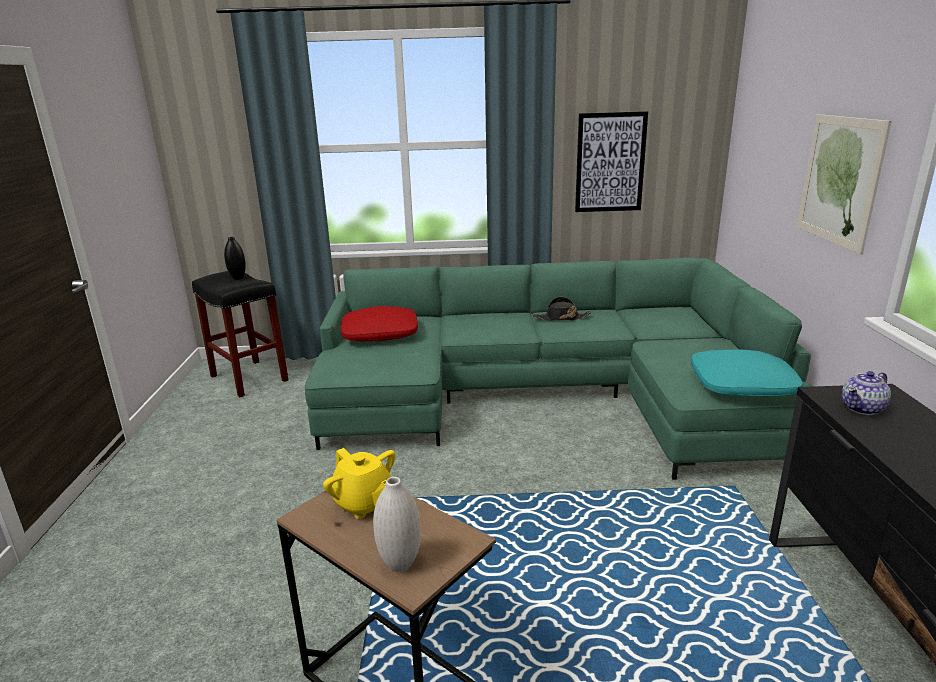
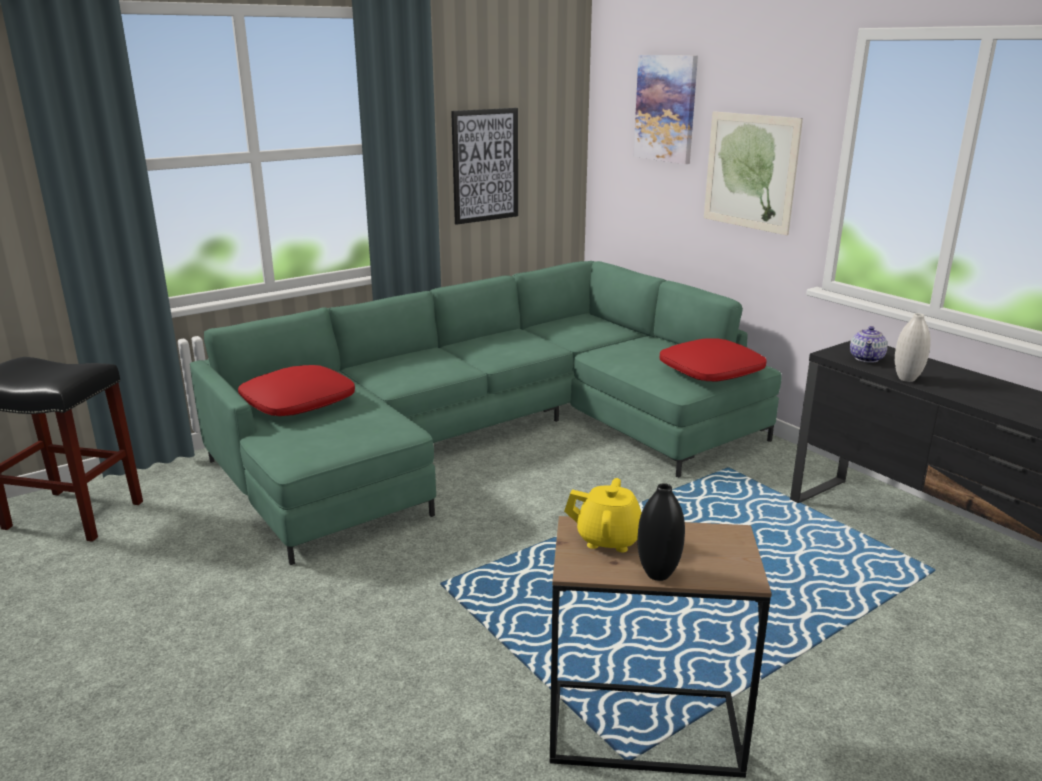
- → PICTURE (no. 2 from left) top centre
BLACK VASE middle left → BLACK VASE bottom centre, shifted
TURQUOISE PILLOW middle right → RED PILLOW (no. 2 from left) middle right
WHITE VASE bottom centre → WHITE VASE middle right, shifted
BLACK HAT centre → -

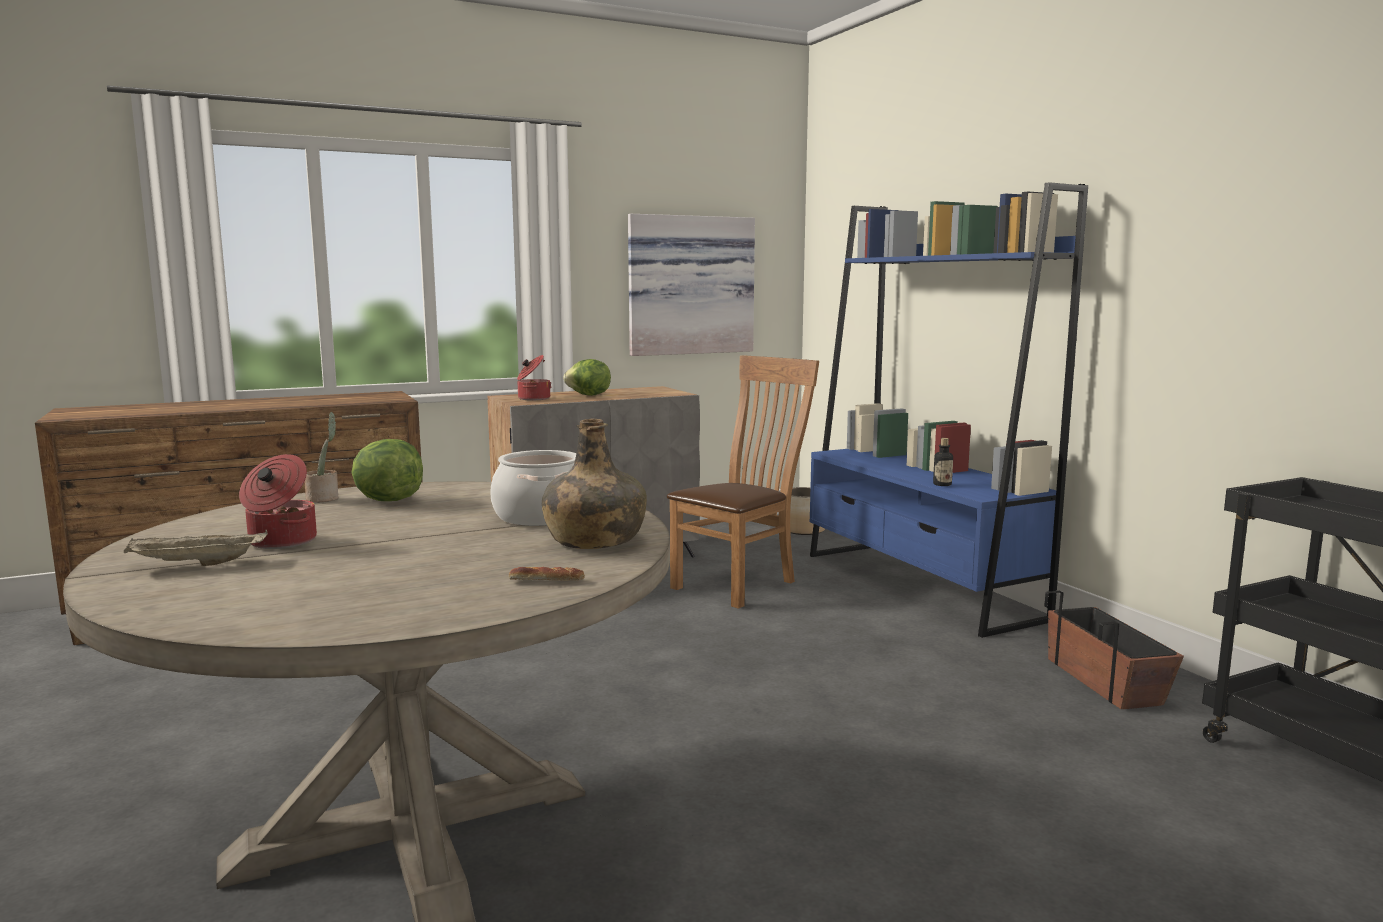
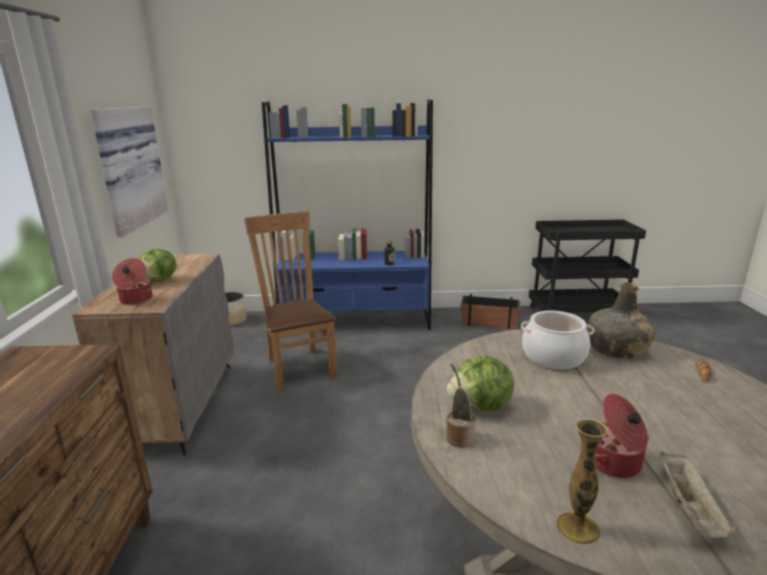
- → VASE bottom right

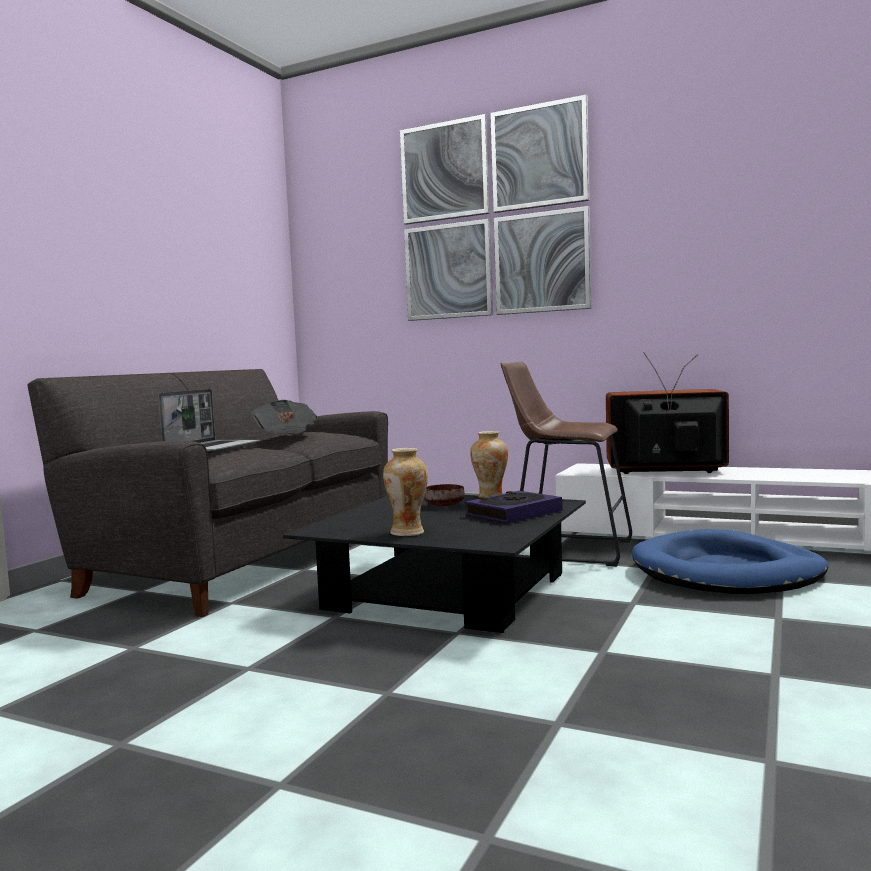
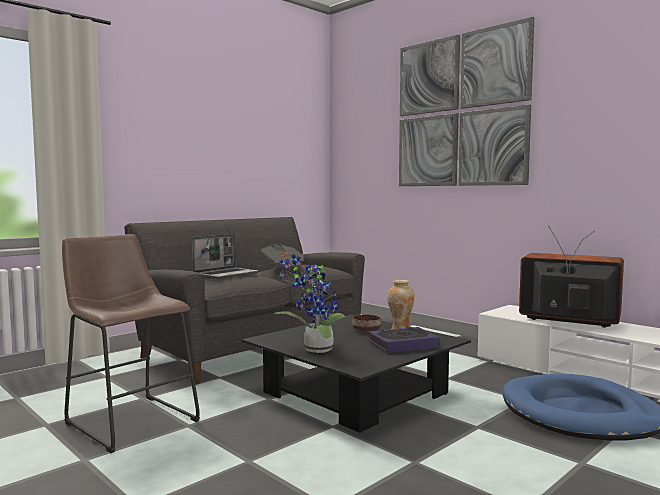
BROWN STOOL centre → BROWN STOOL bottom left, shifted
VASE (no. 1 from left) centre → POTTED PLANT centre

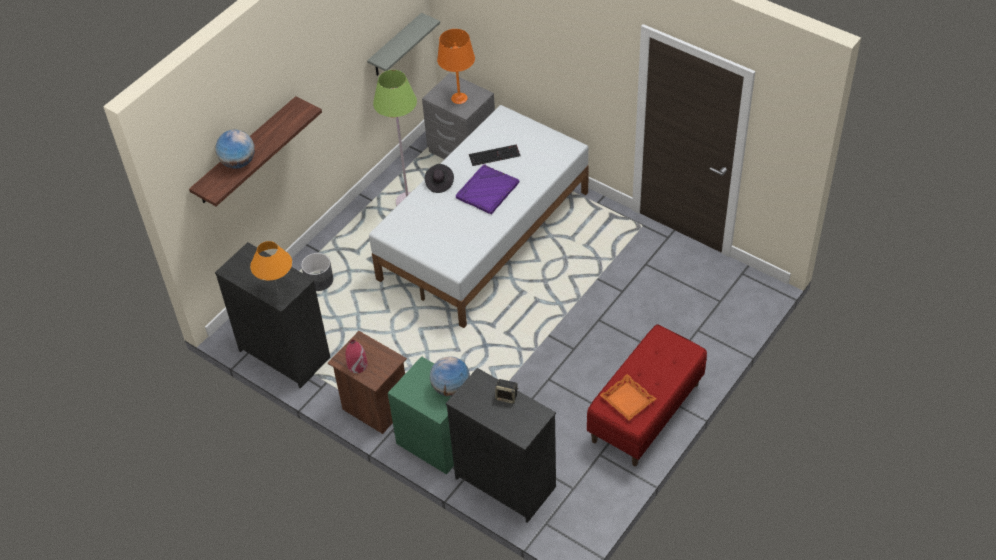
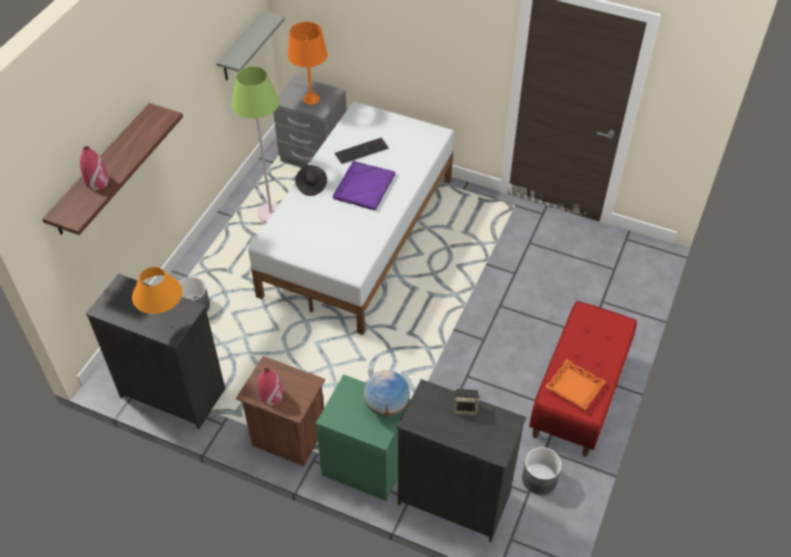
GLOBE (no. 1 from left) top left → RED VASE (no. 1 from left) top left
- → GREY PLANTER (no. 2 from left) bottom right

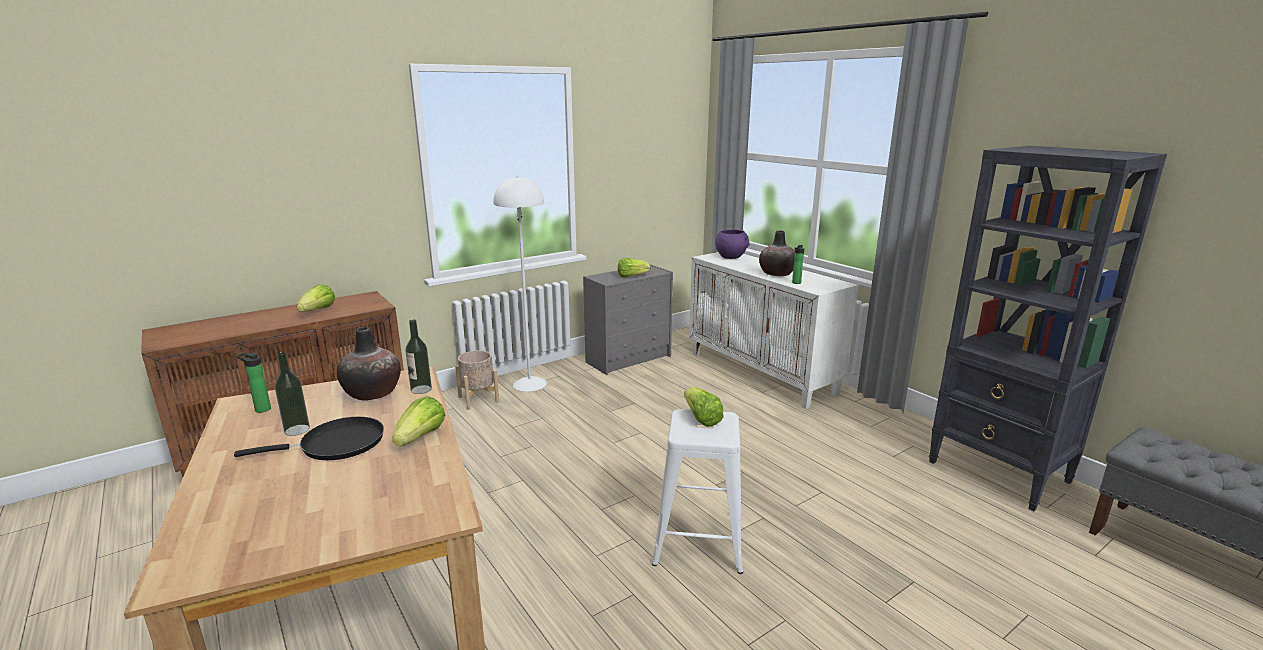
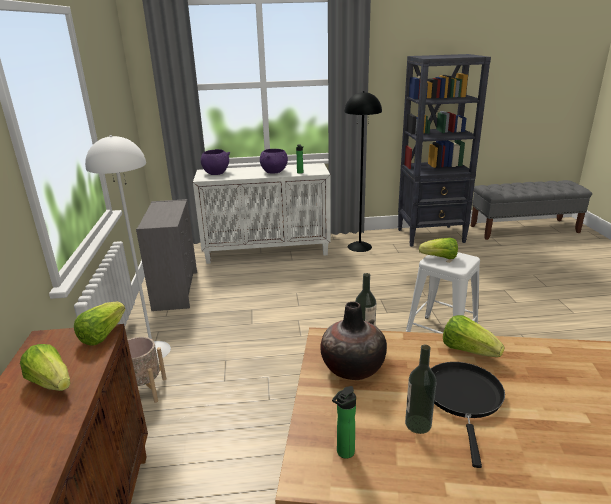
LETTUCE (no. 3 from left in the first image) centre → LETTUCE (no. 2 from left) middle left, shifted
VASE (no. 2 from left) centre → PURPLE BOWL (no. 2 from left) top centre
- → BLACK FLOOR LAMP centre

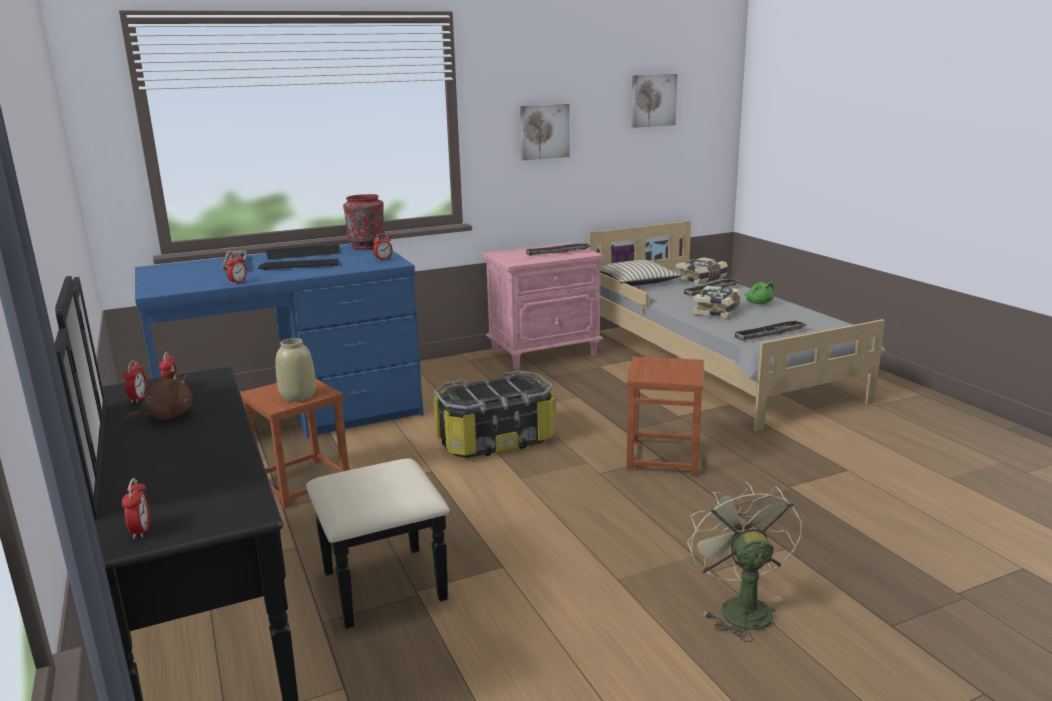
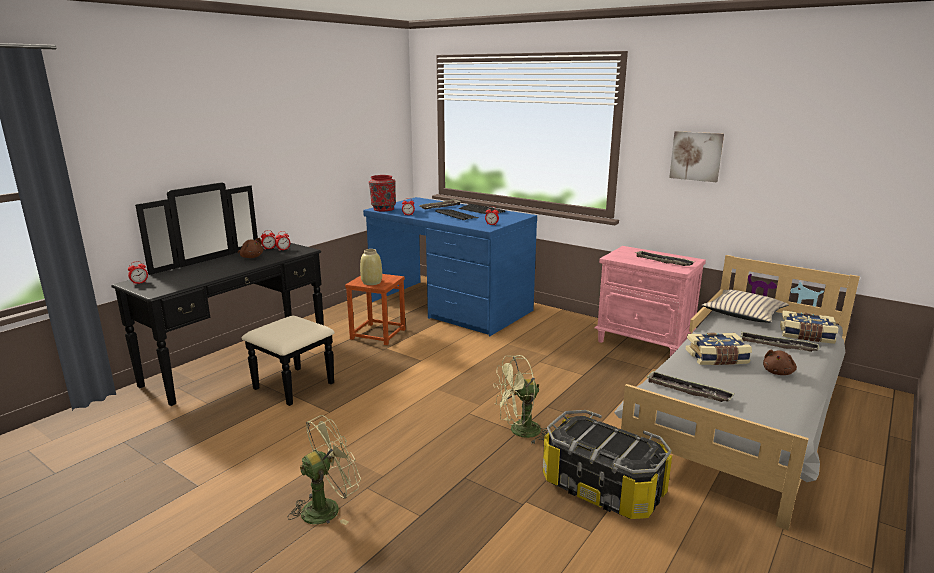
RED VASE top centre → RED VASE centre, shifted
BROWN STOOL (no. 2 from left) centre → GREEN FAN (no. 2 from left) bottom centre
STORAGE BOX centre → STORAGE BOX bottom centre, shifted
GREEN PLUSH TOY middle right → BROWN PLUSH TOY (no. 2 from left) middle right
PICTURE (no. 2 from left) top centre → -

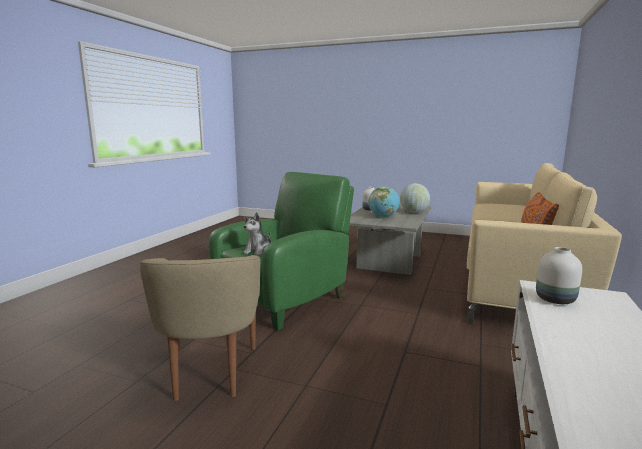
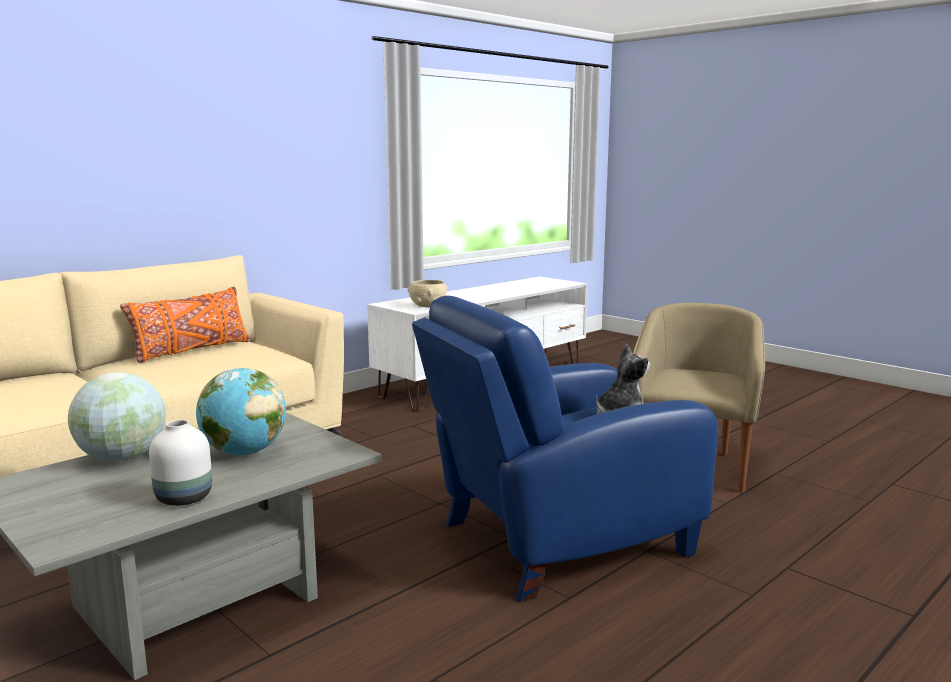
WHITE VASE (no. 2 from left) middle right → BEIGE BOWL centre
GREEN ARMCHAIR centre → BLUE ARMCHAIR centre

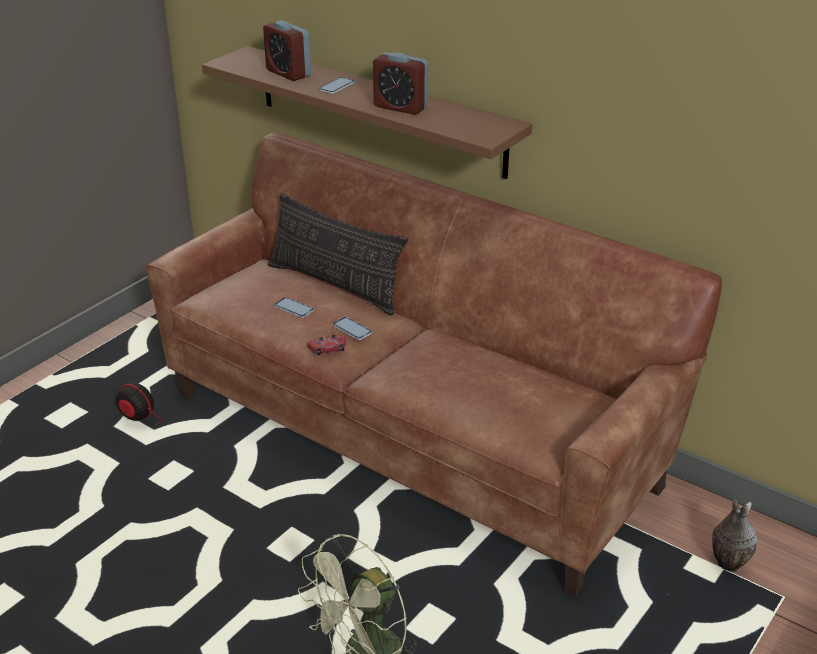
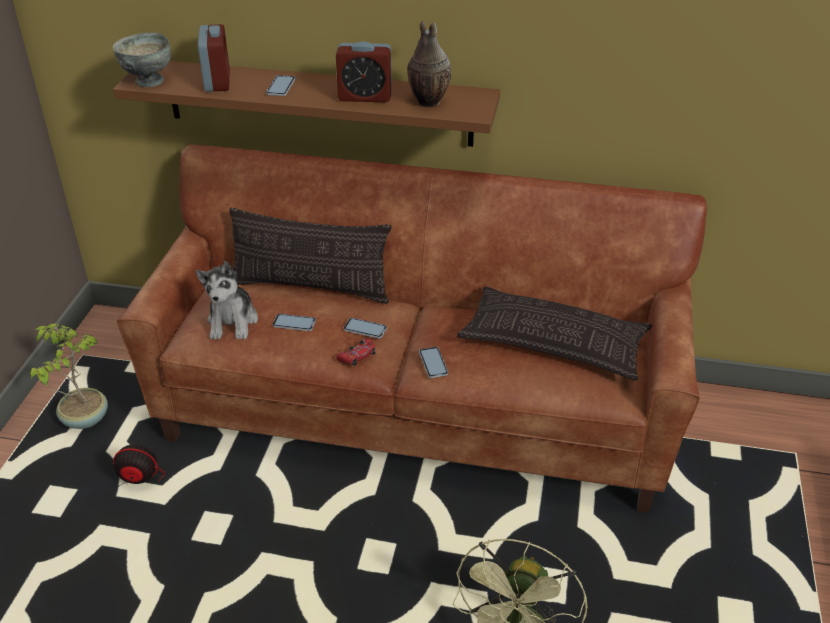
- → POTTED PLANT middle left
- → GREY BOWL top left
- → PLUSH TOY middle left
ALARM CLOCK (no. 1 from left) top centre → ALARM CLOCK (no. 1 from left) top left, 120 degrees counterclockwise
VASE bottom right → VASE top centre, shifted
- → PHONE (no. 4 from left) centre
- → PILLOW (no. 2 from left) middle right

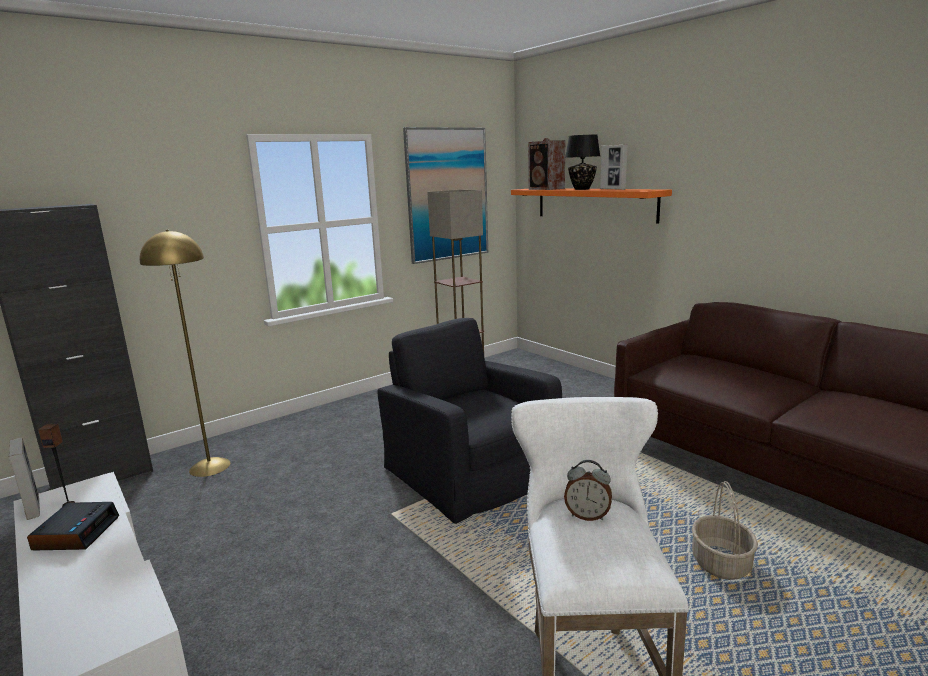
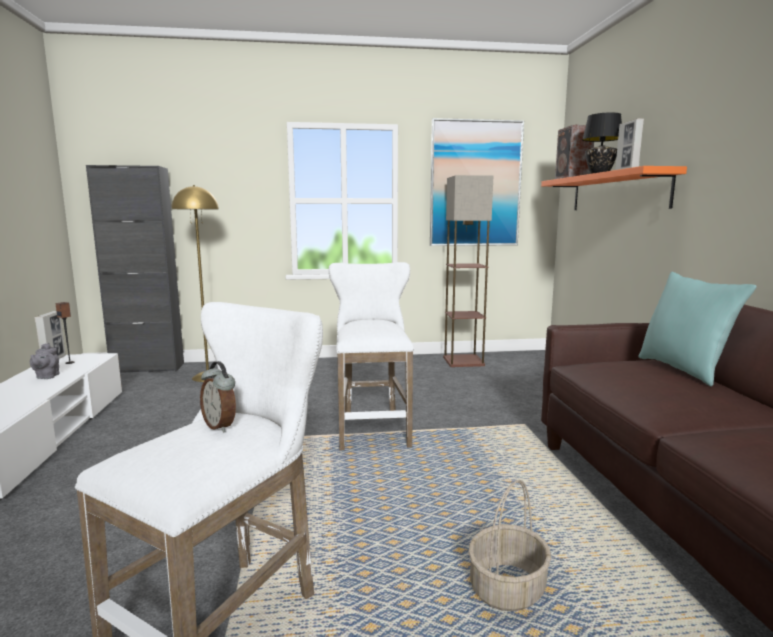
ALARM CLOCK (no. 1 from left) bottom left → GREY TEAPOT middle left
BLACK ARMCHAIR centre → WHITE STOOL (no. 2 from left) centre
- → TURQUOISE PILLOW middle right

